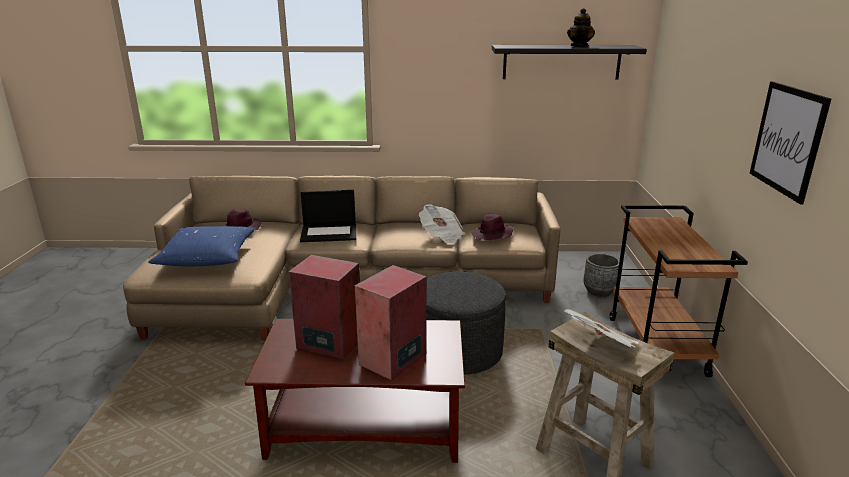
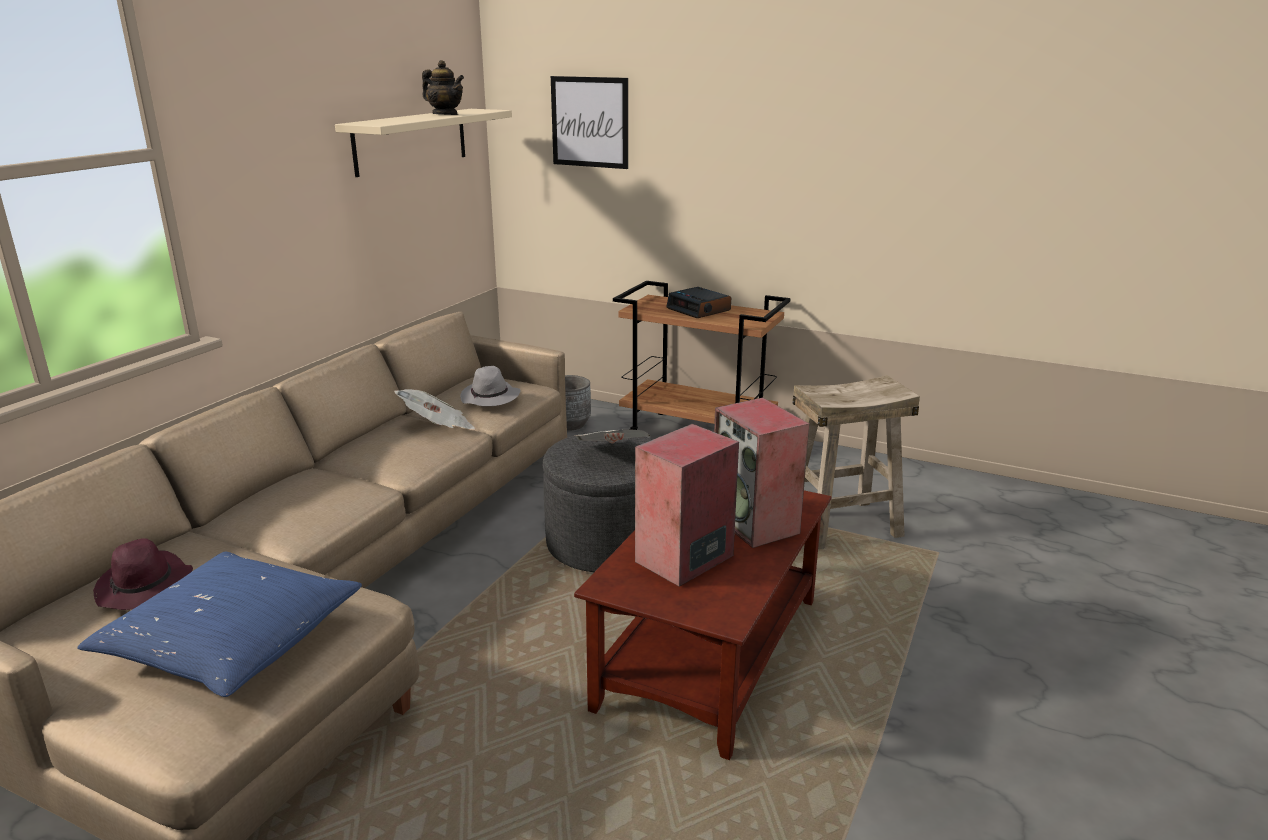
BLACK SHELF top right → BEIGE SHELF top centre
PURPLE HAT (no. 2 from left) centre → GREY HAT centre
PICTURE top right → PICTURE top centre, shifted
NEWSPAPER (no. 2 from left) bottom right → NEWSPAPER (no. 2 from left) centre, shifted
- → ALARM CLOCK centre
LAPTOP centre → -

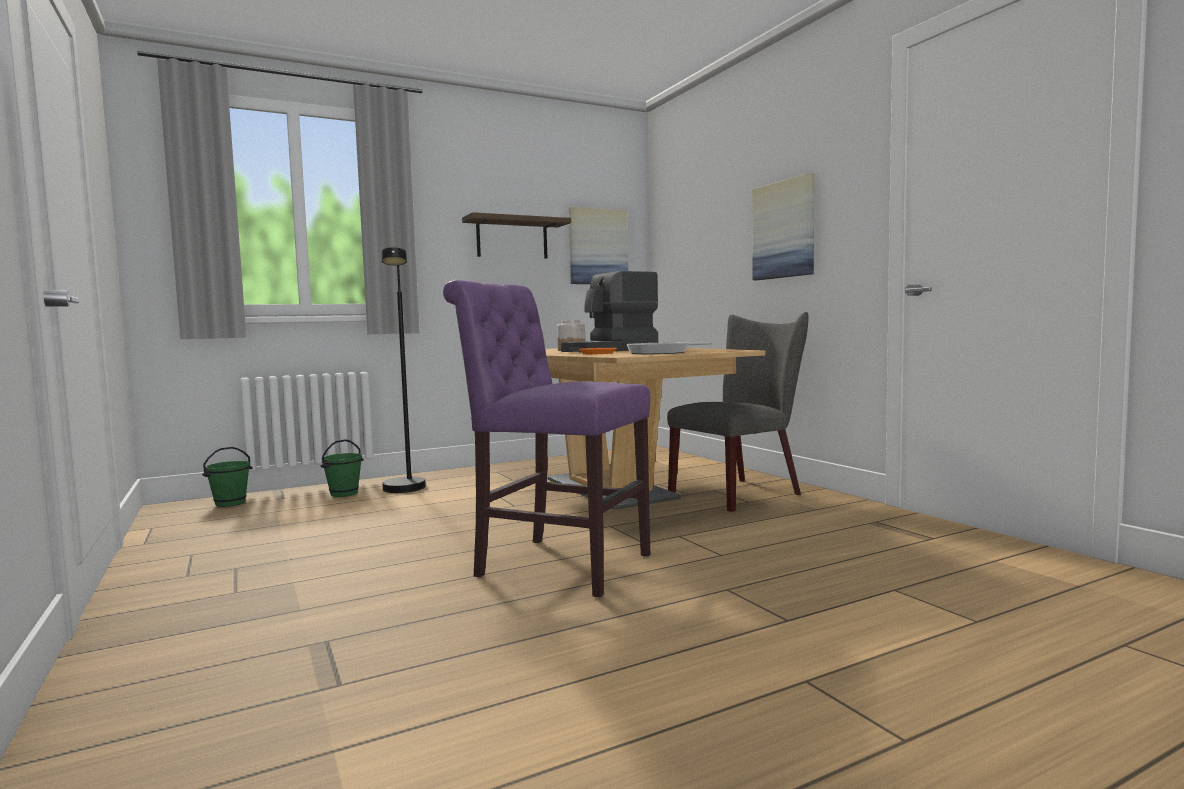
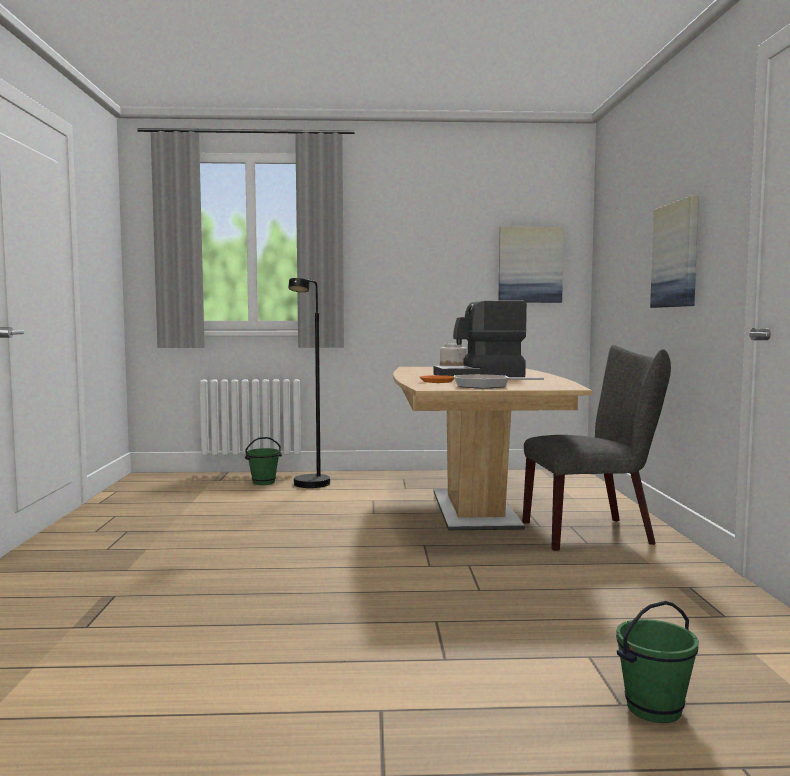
GREEN BUCKET (no. 1 from left in the first image) middle left → GREEN BUCKET (no. 2 from left) bottom right, shifted
PURPLE CHAIR centre → -
SHELF top centre → -

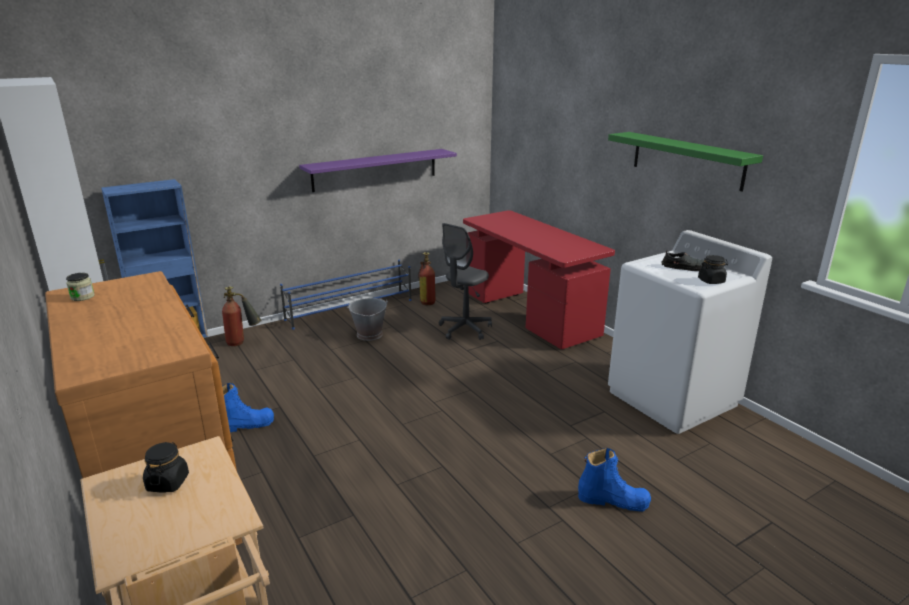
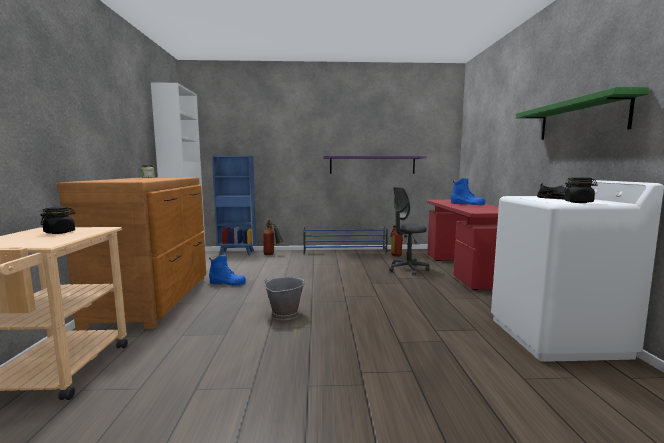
GREY BUCKET centre → GREY BUCKET bottom centre, shifted
BLUE BOOT (no. 2 from left) bottom right → BLUE BOOT (no. 2 from left) middle right, shifted

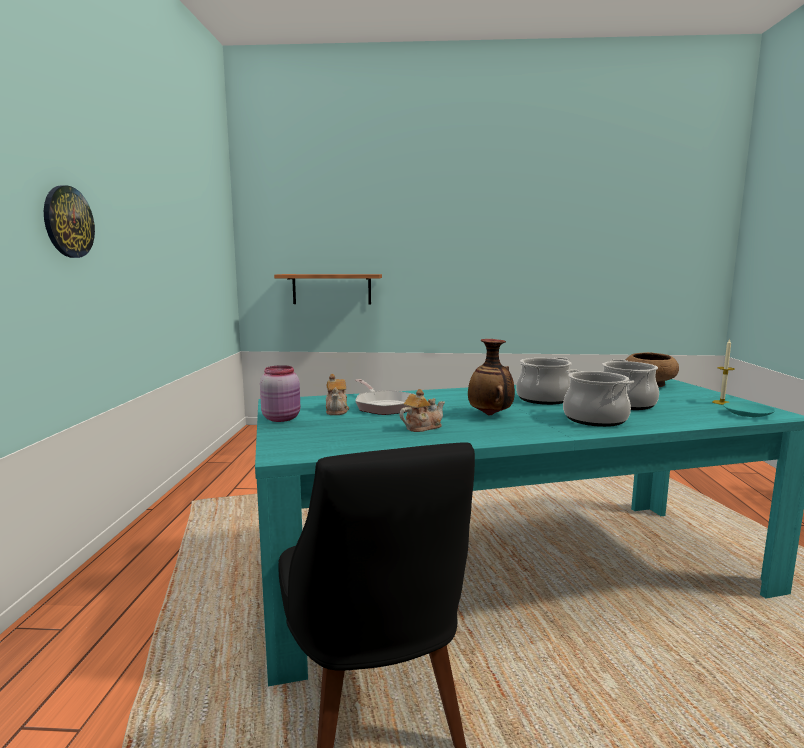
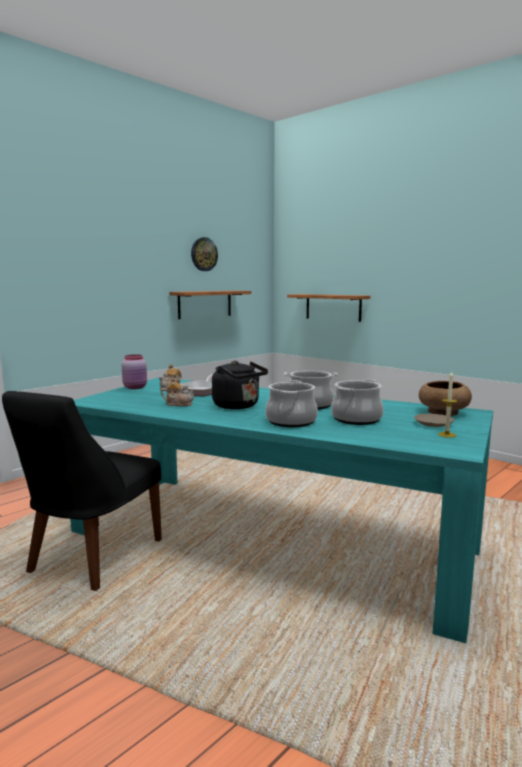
- → SHELF (no. 1 from left) centre
WALL CLOCK top left → WALL CLOCK top centre, shifted
VASE centre → BLACK KETTLE centre
- → BEIGE PLATE middle right
TURQUOISE PLATE middle right → -

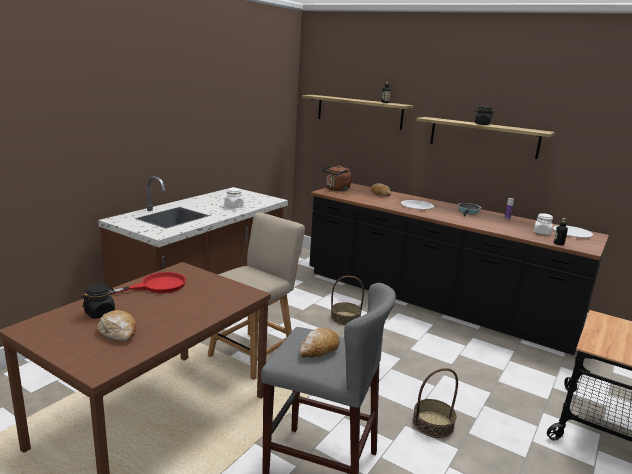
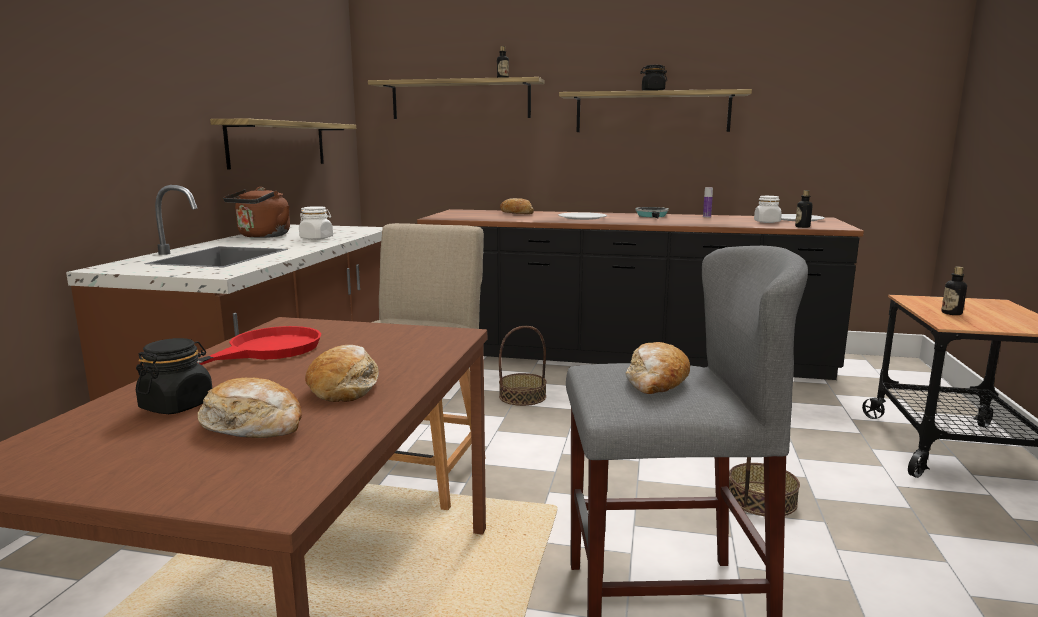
- → SHELF (no. 1 from left) top left
BROWN KETTLE centre → BROWN KETTLE middle left, shifted
- → BREAD (no. 2 from left) middle left
- → BOTTLE (no. 4 from left) middle right

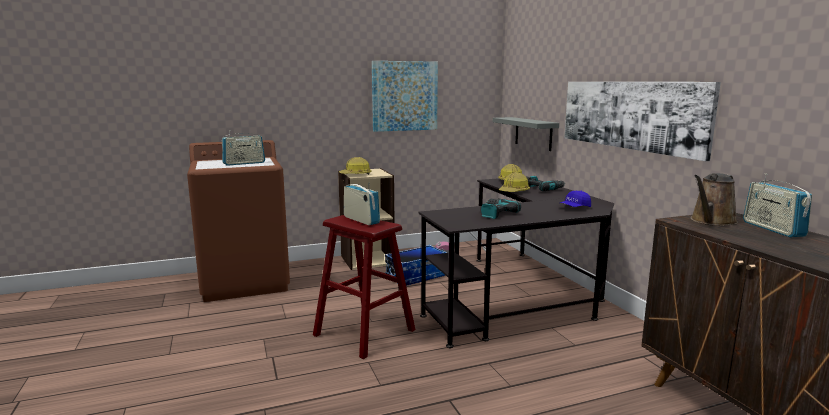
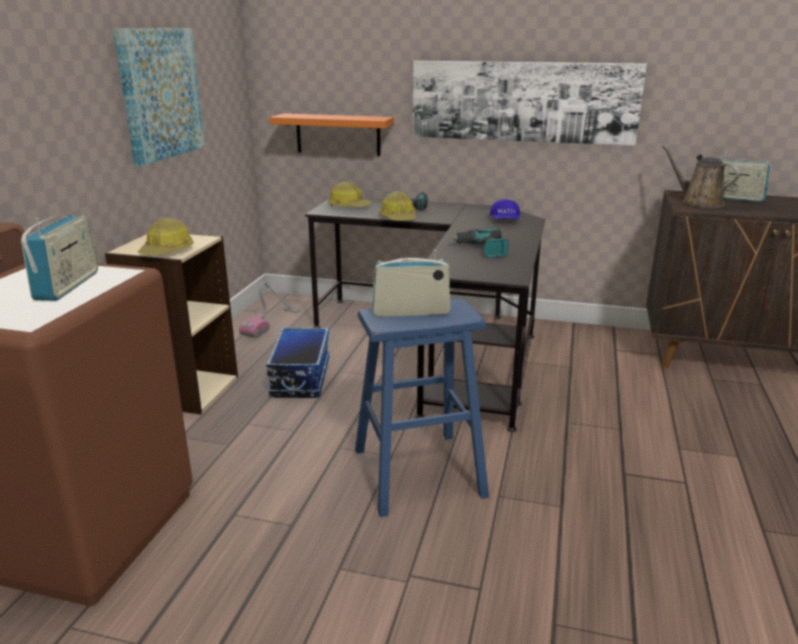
GREY SHELF top centre → ORANGE SHELF top centre
RED STOOL bottom centre → BLUE STOOL centre
BROWN WATERING CAN middle right → BROWN WATERING CAN top right, 150 degrees clockwise

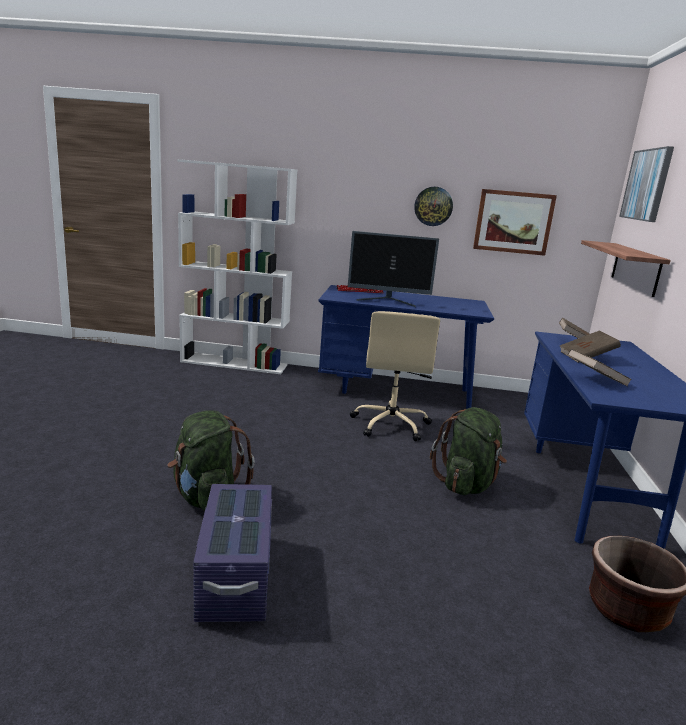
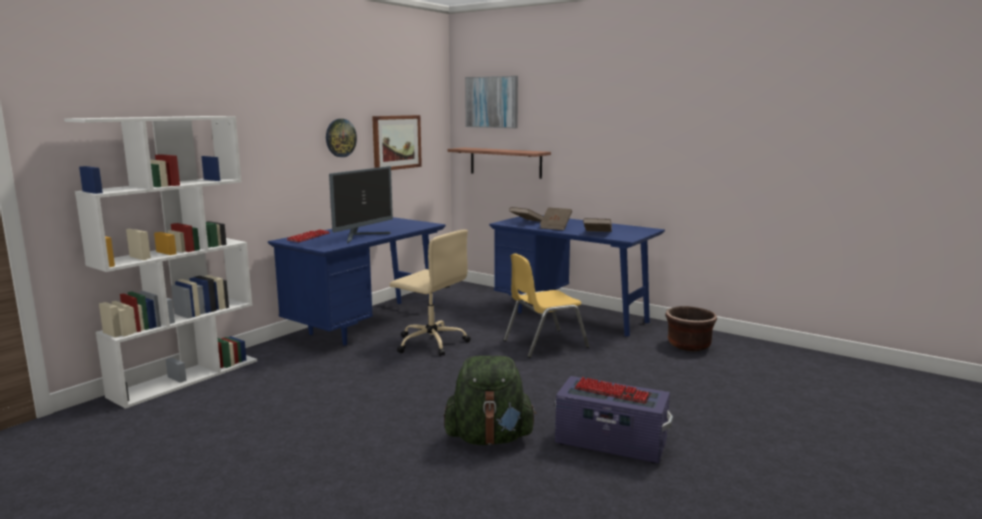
GREEN BACKPACK (no. 2 from left) middle right → YELLOW CHAIR centre
- → KEYBOARD (no. 2 from left) bottom centre

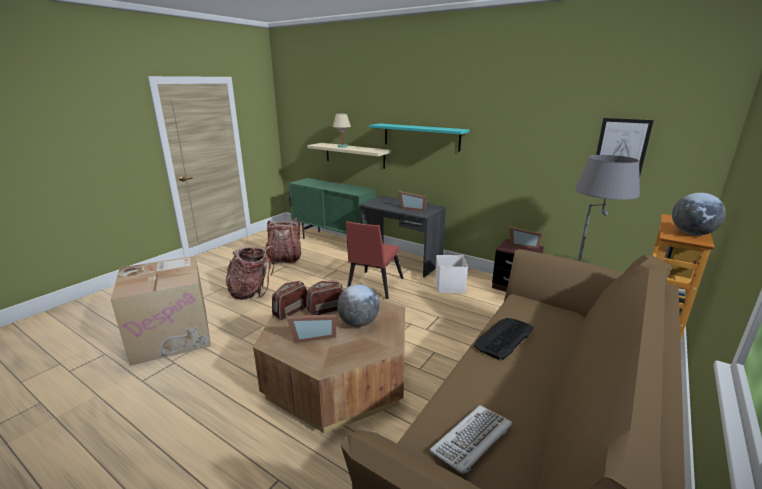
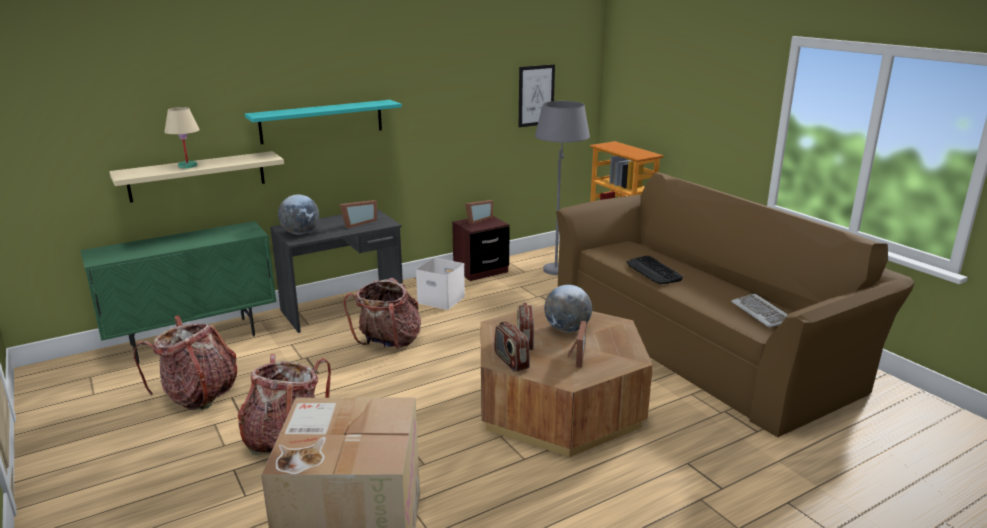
GLOBE (no. 2 from left in the first image) middle right → GLOBE (no. 1 from left) middle left, shifted
RED CHAIR centre → BACKPACK (no. 3 from left) centre

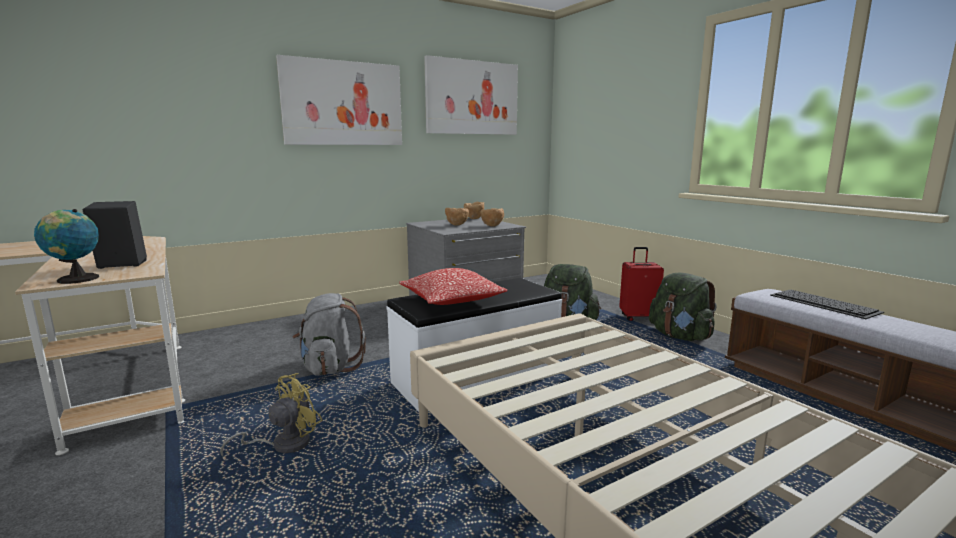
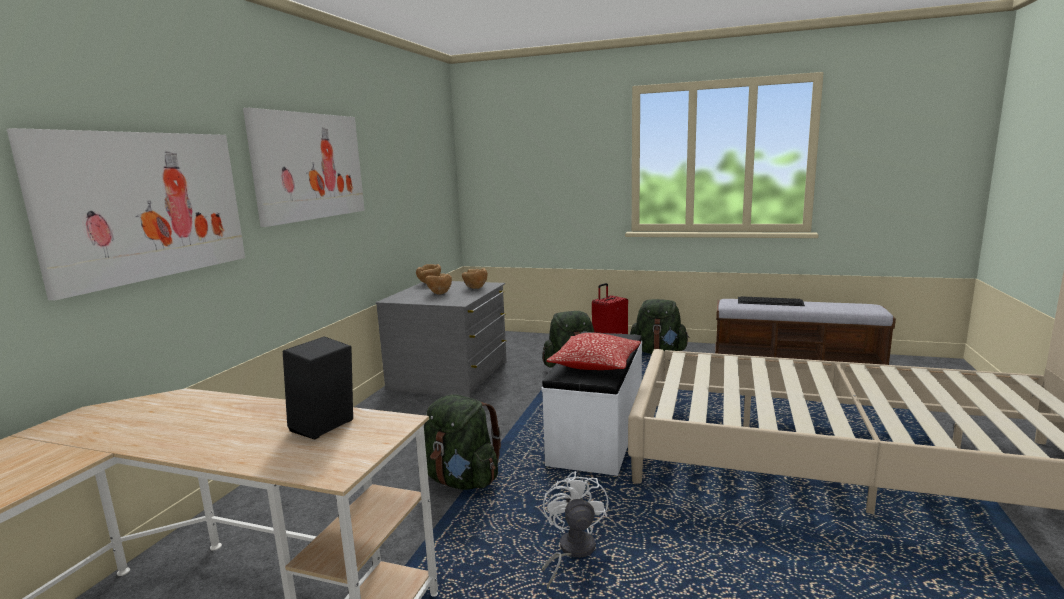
PICTURE (no. 2 from left in the first image) top centre → PICTURE (no. 1 from left) middle left, shifted
GREY BACKPACK centre → GREEN BACKPACK (no. 1 from left) bottom centre
YELLOW FAN bottom left → WHITE FAN bottom centre
GLOBE middle left → -

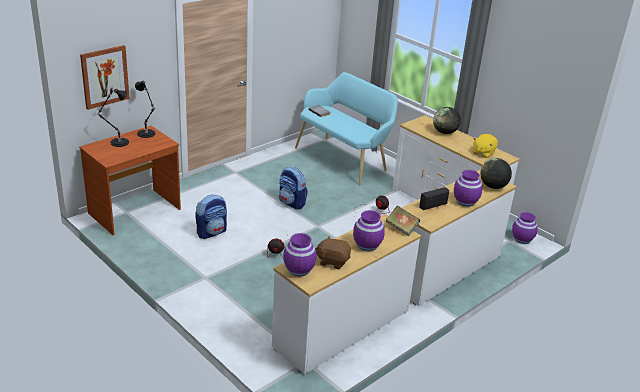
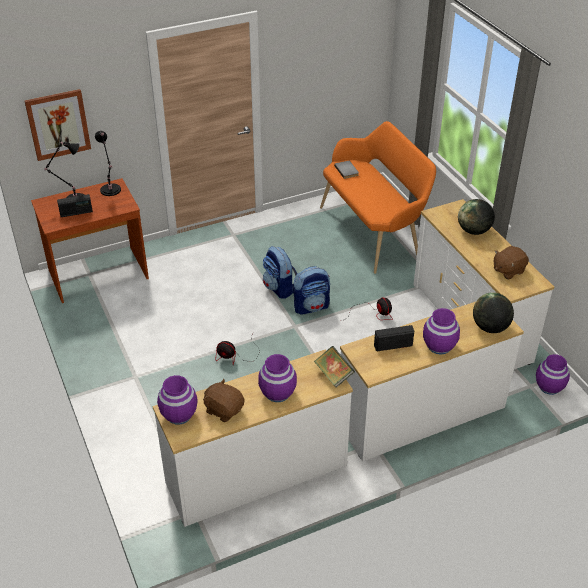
- → RADIO (no. 1 from left) middle left
BACKPACK (no. 1 from left in the first image) middle left → BACKPACK (no. 2 from left) centre, shifted
TURQUOISE BENCH top centre → ORANGE BENCH centre
YELLOW PLUSH TOY middle right → BROWN PLUSH TOY (no. 2 from left) middle right

